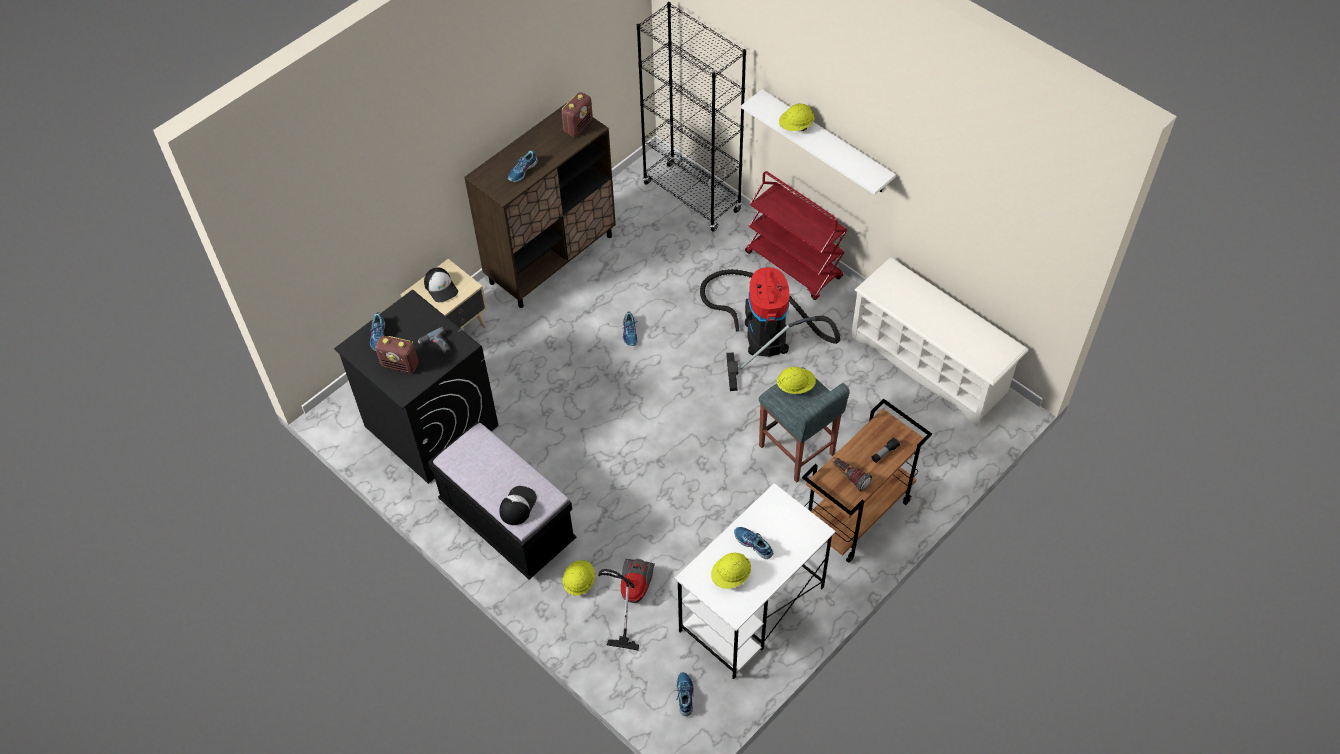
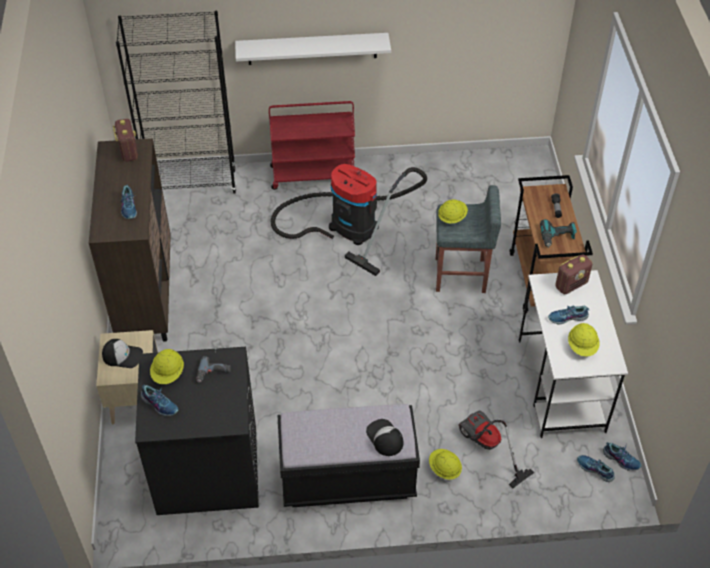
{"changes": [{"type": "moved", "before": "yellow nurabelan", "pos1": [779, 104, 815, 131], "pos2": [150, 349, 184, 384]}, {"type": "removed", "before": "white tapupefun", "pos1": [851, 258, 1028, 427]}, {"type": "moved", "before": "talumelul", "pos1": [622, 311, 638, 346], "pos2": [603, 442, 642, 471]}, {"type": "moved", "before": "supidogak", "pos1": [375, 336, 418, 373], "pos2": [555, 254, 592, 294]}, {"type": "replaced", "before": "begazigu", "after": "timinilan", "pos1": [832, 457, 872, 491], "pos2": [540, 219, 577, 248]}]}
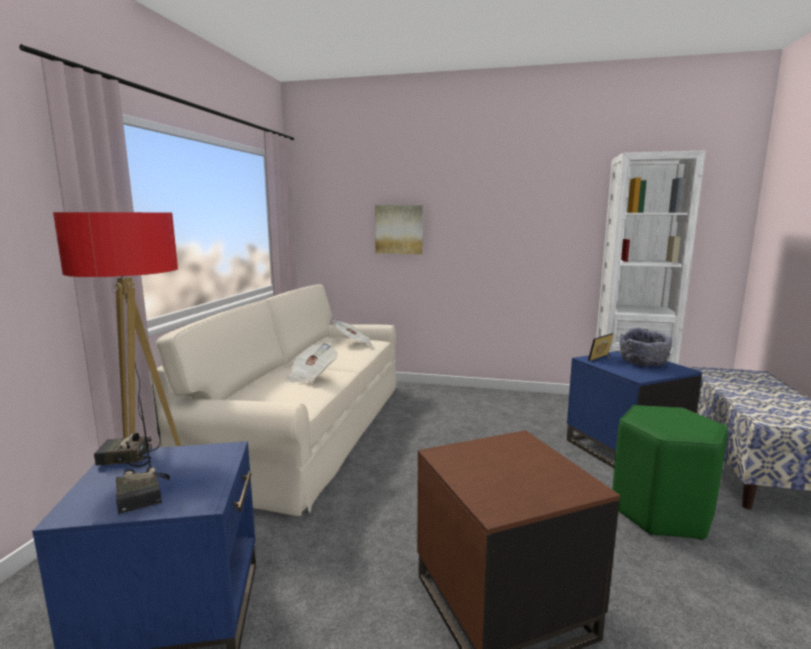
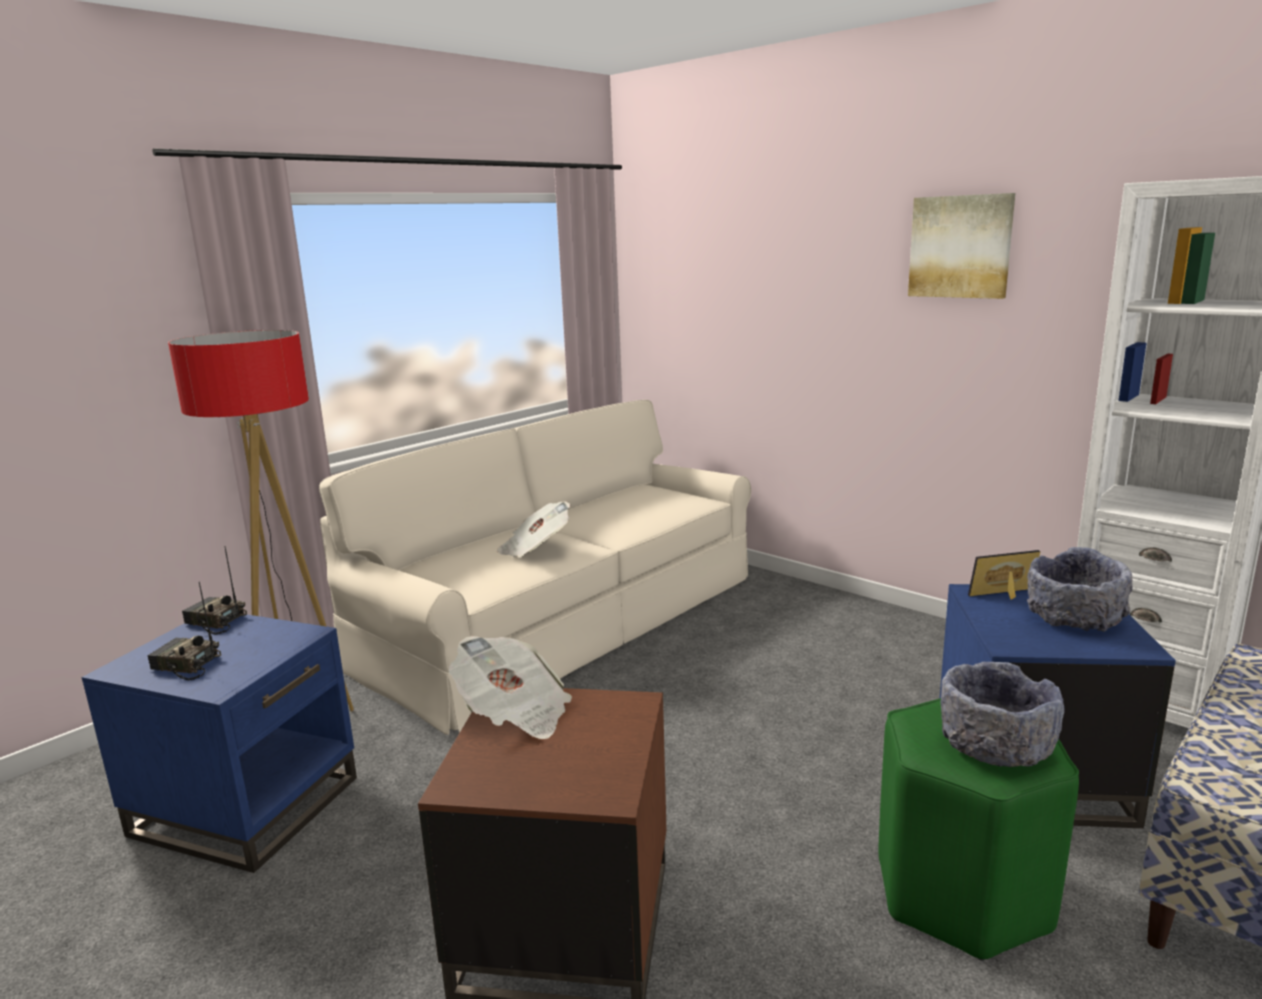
{"changes": [{"type": "moved", "before": "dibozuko", "pos1": [375, 205, 423, 254], "pos2": [908, 193, 1015, 299]}, {"type": "moved", "before": "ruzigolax", "pos1": [333, 320, 372, 345], "pos2": [449, 636, 572, 739]}, {"type": "turned", "before": "supidogak", "pos1": [116, 396, 170, 514], "pos2": [148, 581, 221, 681], "turn": 105}, {"type": "added", "after": "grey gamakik", "pos2": [941, 662, 1065, 767]}]}
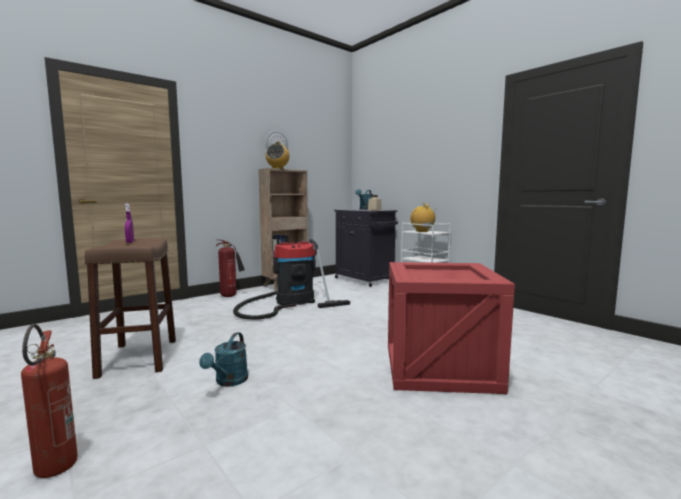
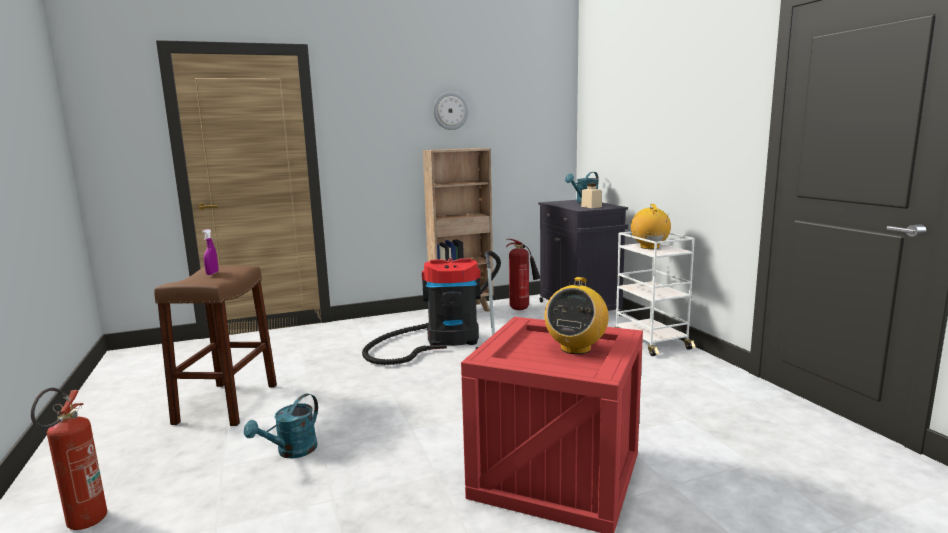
{"changes": [{"type": "moved", "before": "supidogak", "pos1": [266, 141, 289, 169], "pos2": [544, 277, 609, 354]}, {"type": "moved", "before": "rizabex", "pos1": [216, 240, 245, 297], "pos2": [506, 239, 540, 310]}]}
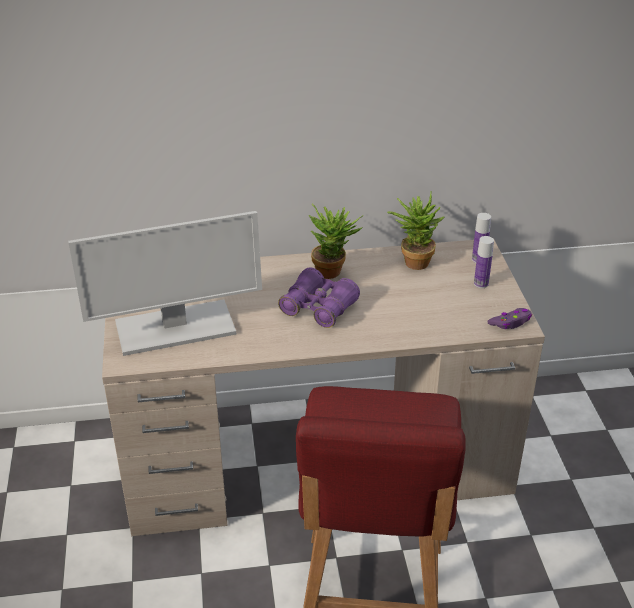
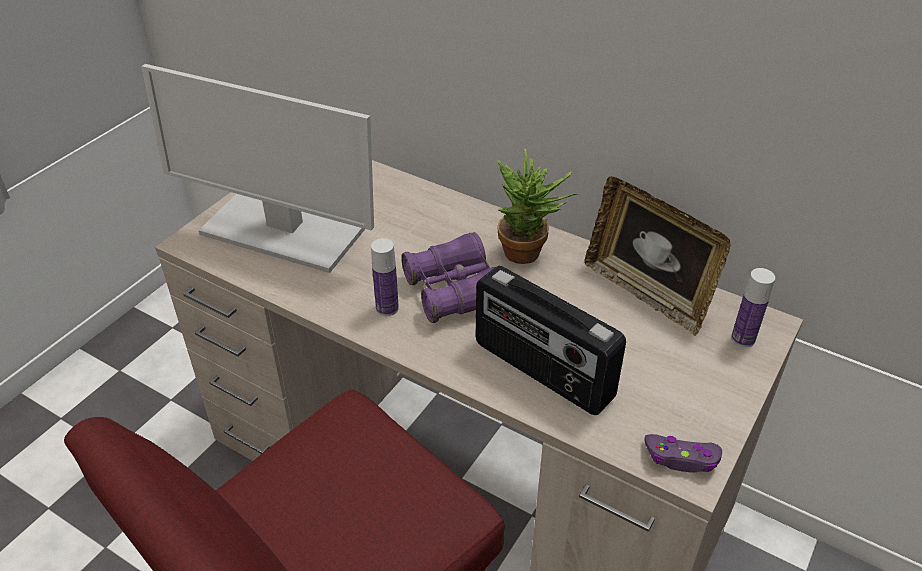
{"changes": [{"type": "replaced", "before": "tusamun", "after": "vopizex", "pos1": [387, 193, 444, 270], "pos2": [585, 177, 730, 336]}, {"type": "moved", "before": "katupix", "pos1": [474, 236, 494, 288], "pos2": [371, 238, 399, 316]}, {"type": "added", "after": "supidogak", "pos2": [476, 266, 626, 415]}]}
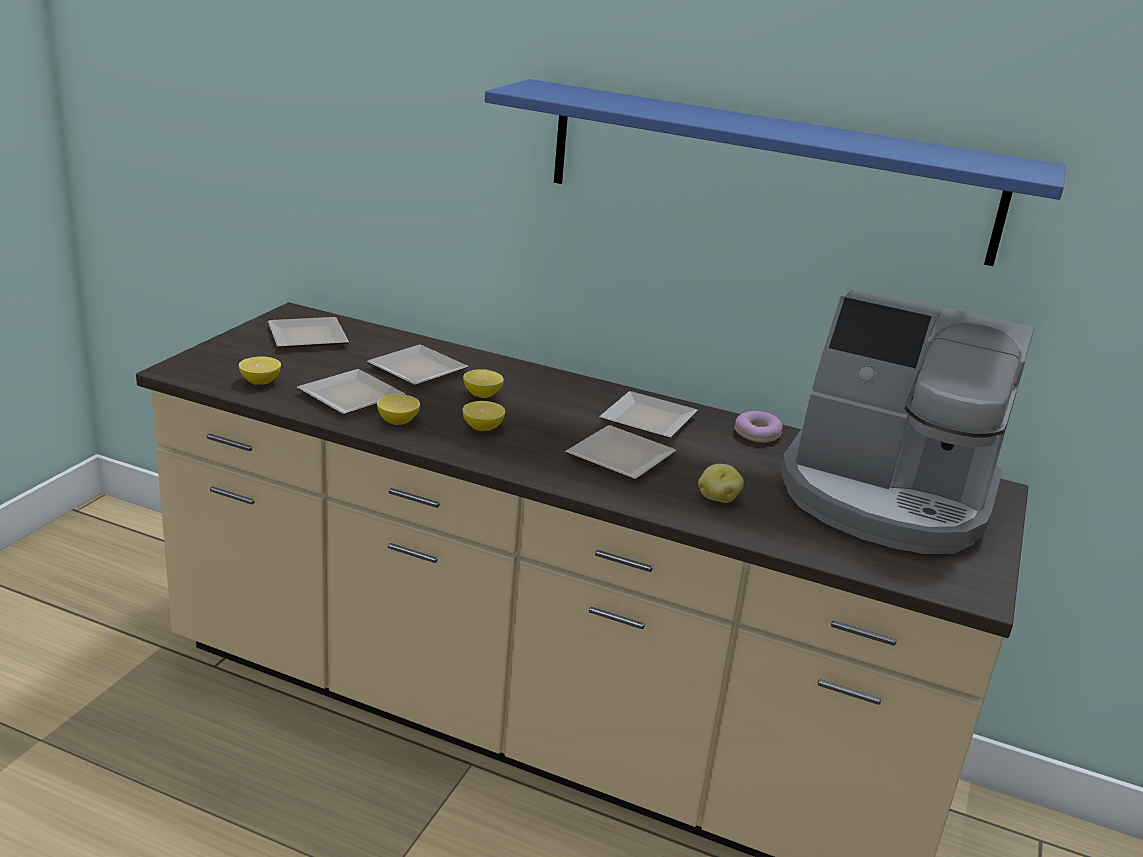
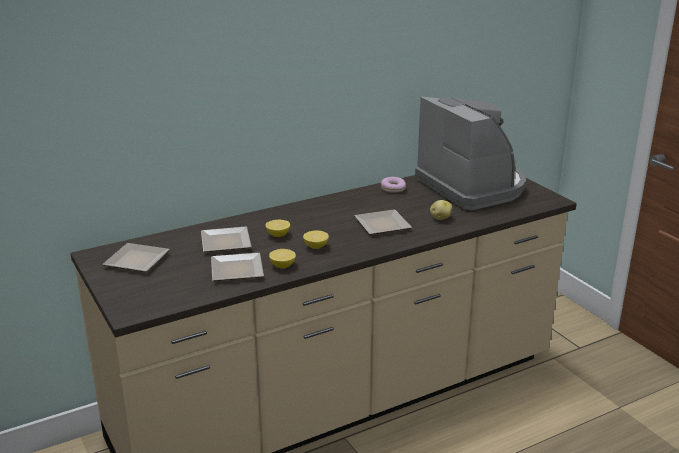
{"changes": [{"type": "removed", "before": "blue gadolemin", "pos1": [485, 79, 1066, 266]}, {"type": "turned", "before": "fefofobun", "pos1": [781, 288, 1035, 554], "pos2": [415, 97, 526, 210], "turn": -90}, {"type": "removed", "before": "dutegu", "pos1": [239, 356, 281, 385]}, {"type": "removed", "before": "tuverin", "pos1": [599, 391, 697, 438]}]}
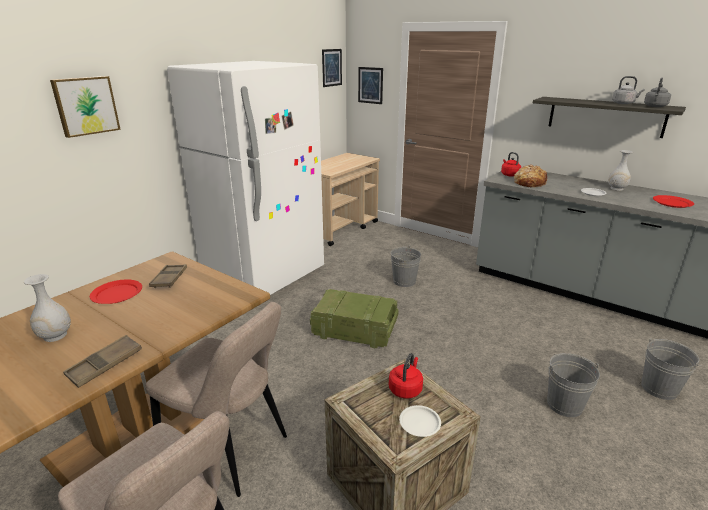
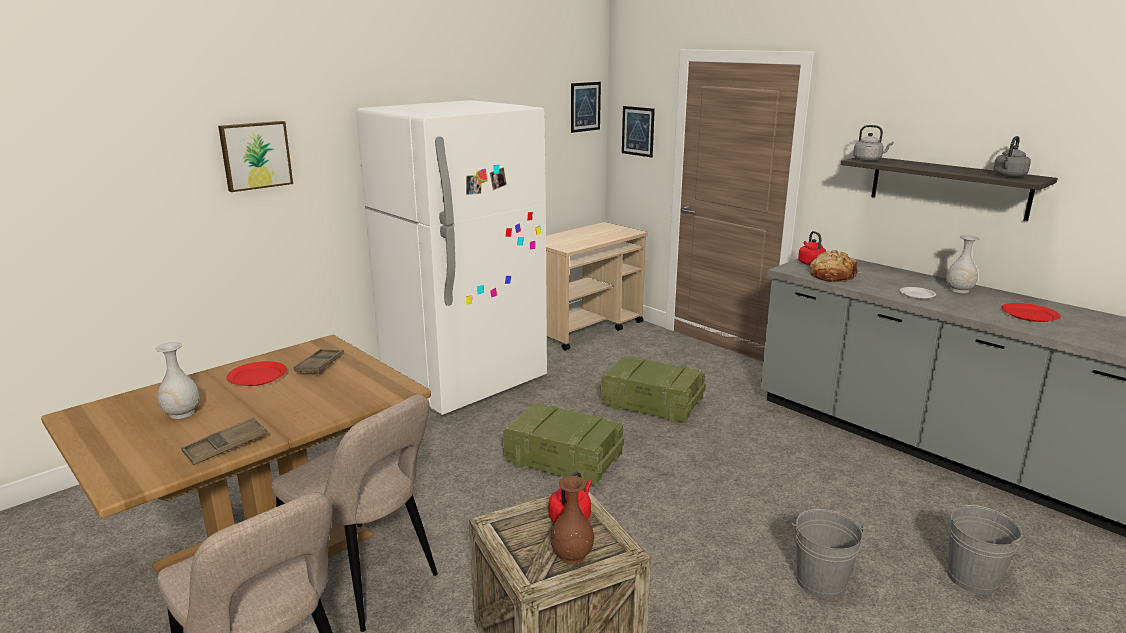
{"changes": [{"type": "moved", "before": "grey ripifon", "pos1": [612, 76, 645, 104], "pos2": [853, 125, 894, 161]}, {"type": "replaced", "before": "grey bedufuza", "after": "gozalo", "pos1": [391, 245, 421, 287], "pos2": [600, 356, 706, 423]}, {"type": "replaced", "before": "white tuverin", "after": "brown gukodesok", "pos1": [399, 405, 441, 437], "pos2": [550, 476, 594, 565]}]}
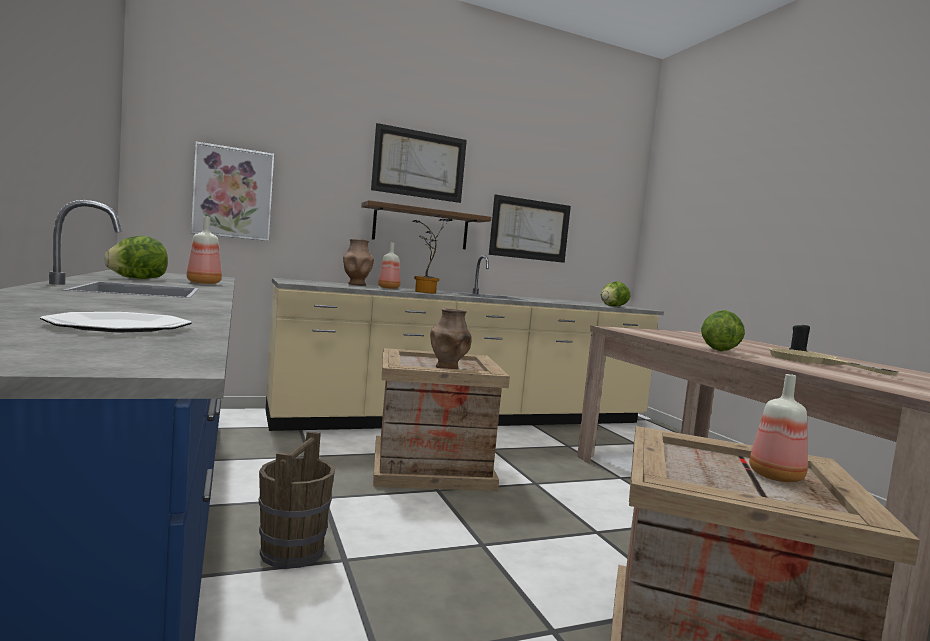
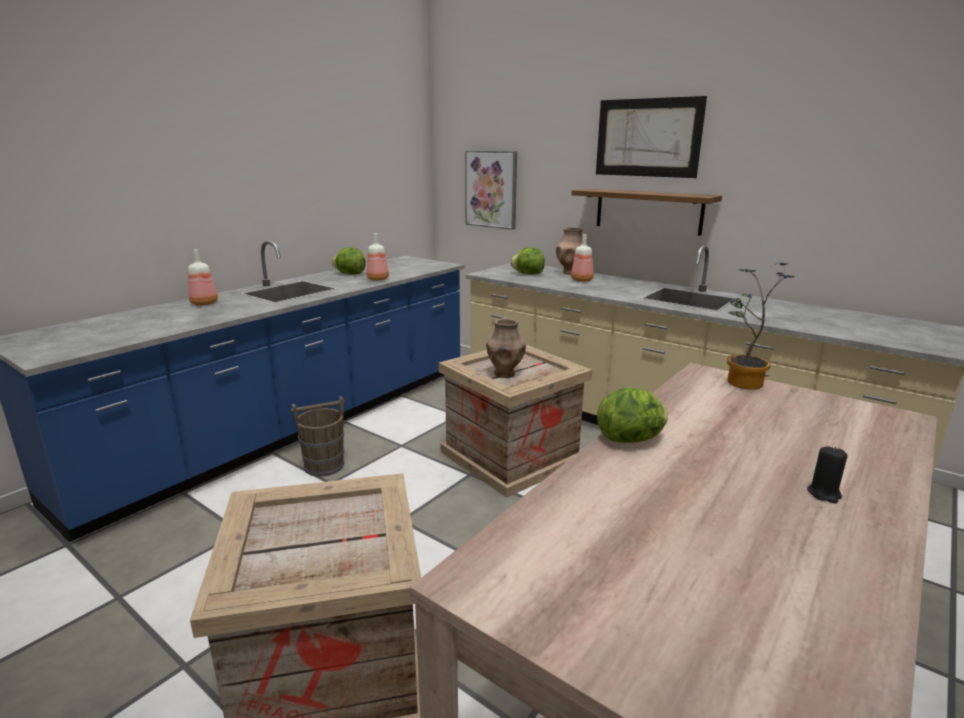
{"changes": [{"type": "removed", "before": "dibozuko", "pos1": [489, 195, 571, 263]}, {"type": "moved", "before": "tusamun", "pos1": [411, 215, 453, 293], "pos2": [727, 262, 795, 390]}, {"type": "moved", "before": "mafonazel", "pos1": [601, 281, 630, 307], "pos2": [510, 247, 545, 274]}, {"type": "removed", "before": "tuverin", "pos1": [40, 312, 192, 332]}, {"type": "removed", "before": "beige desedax", "pos1": [769, 348, 898, 376]}, {"type": "moved", "before": "katupix", "pos1": [749, 374, 808, 483], "pos2": [188, 249, 218, 306]}]}
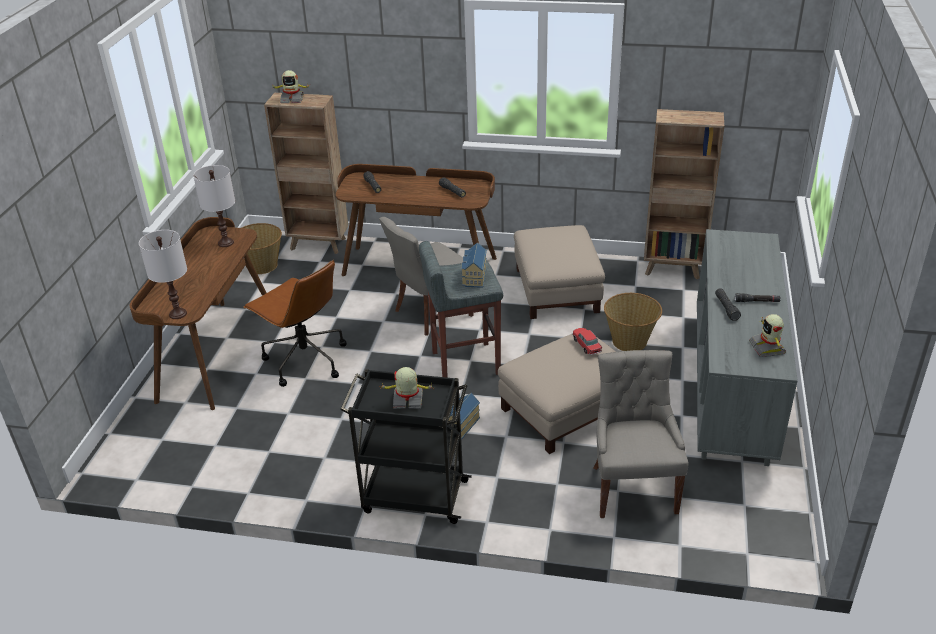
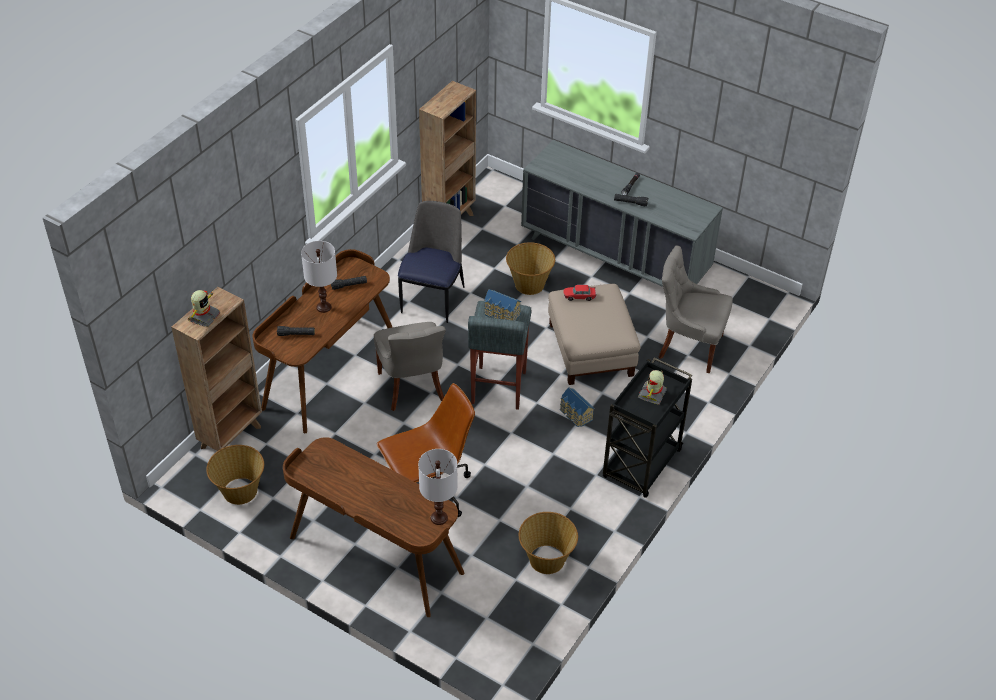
{"changes": [{"type": "moved", "before": "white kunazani", "pos1": [193, 165, 235, 247], "pos2": [301, 241, 337, 313]}, {"type": "replaced", "before": "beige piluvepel", "after": "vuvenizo", "pos1": [514, 225, 605, 319], "pos2": [398, 201, 464, 323]}, {"type": "removed", "before": "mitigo", "pos1": [749, 314, 786, 357]}, {"type": "added", "after": "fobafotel", "pos2": [519, 512, 578, 574]}]}
